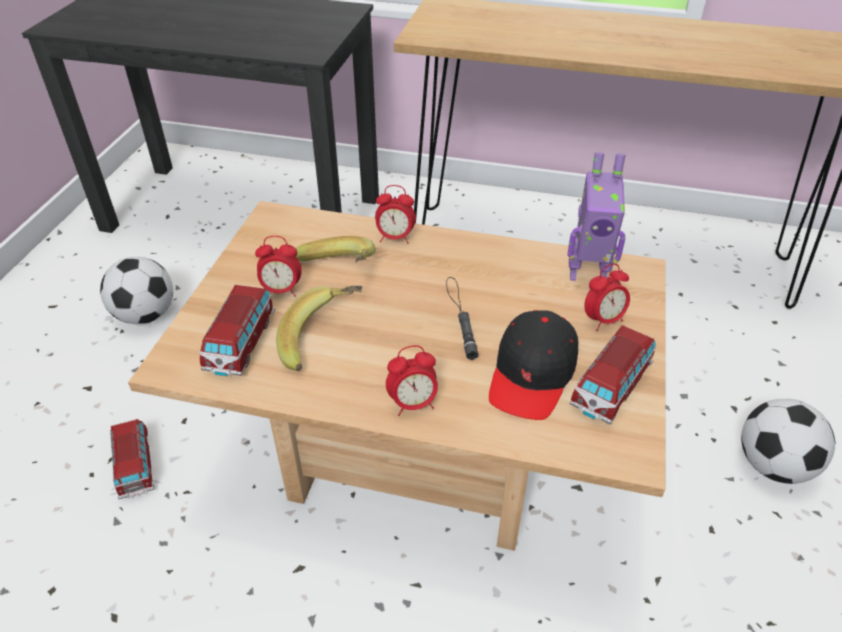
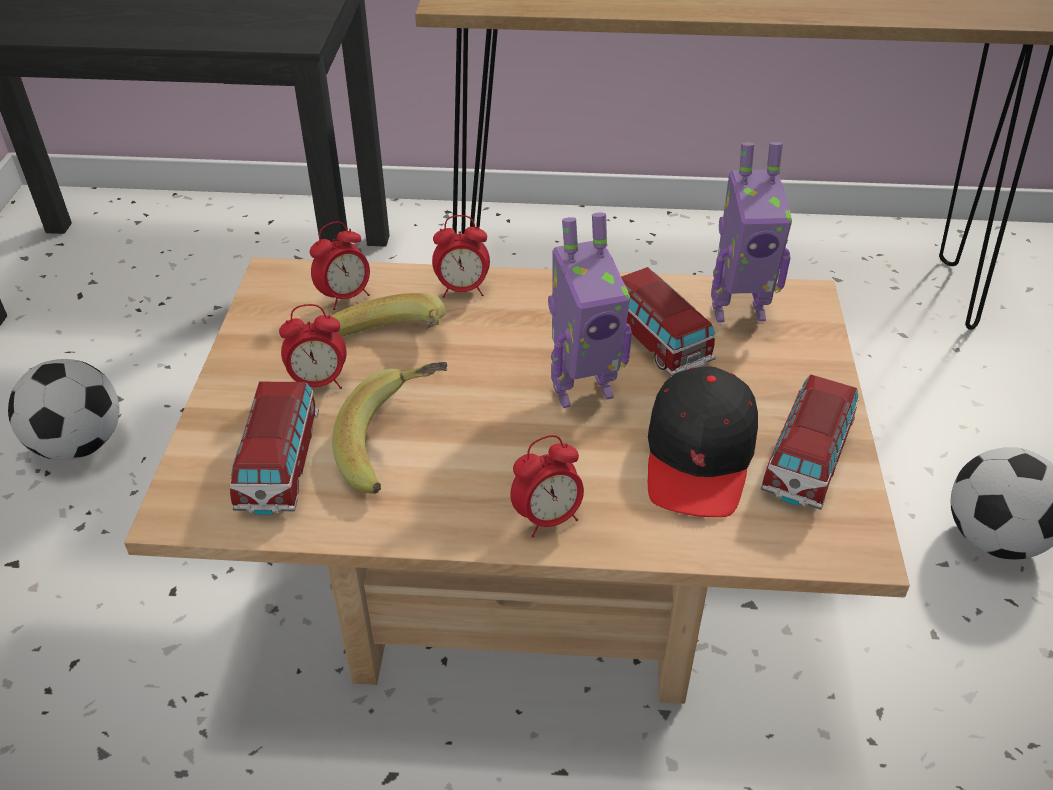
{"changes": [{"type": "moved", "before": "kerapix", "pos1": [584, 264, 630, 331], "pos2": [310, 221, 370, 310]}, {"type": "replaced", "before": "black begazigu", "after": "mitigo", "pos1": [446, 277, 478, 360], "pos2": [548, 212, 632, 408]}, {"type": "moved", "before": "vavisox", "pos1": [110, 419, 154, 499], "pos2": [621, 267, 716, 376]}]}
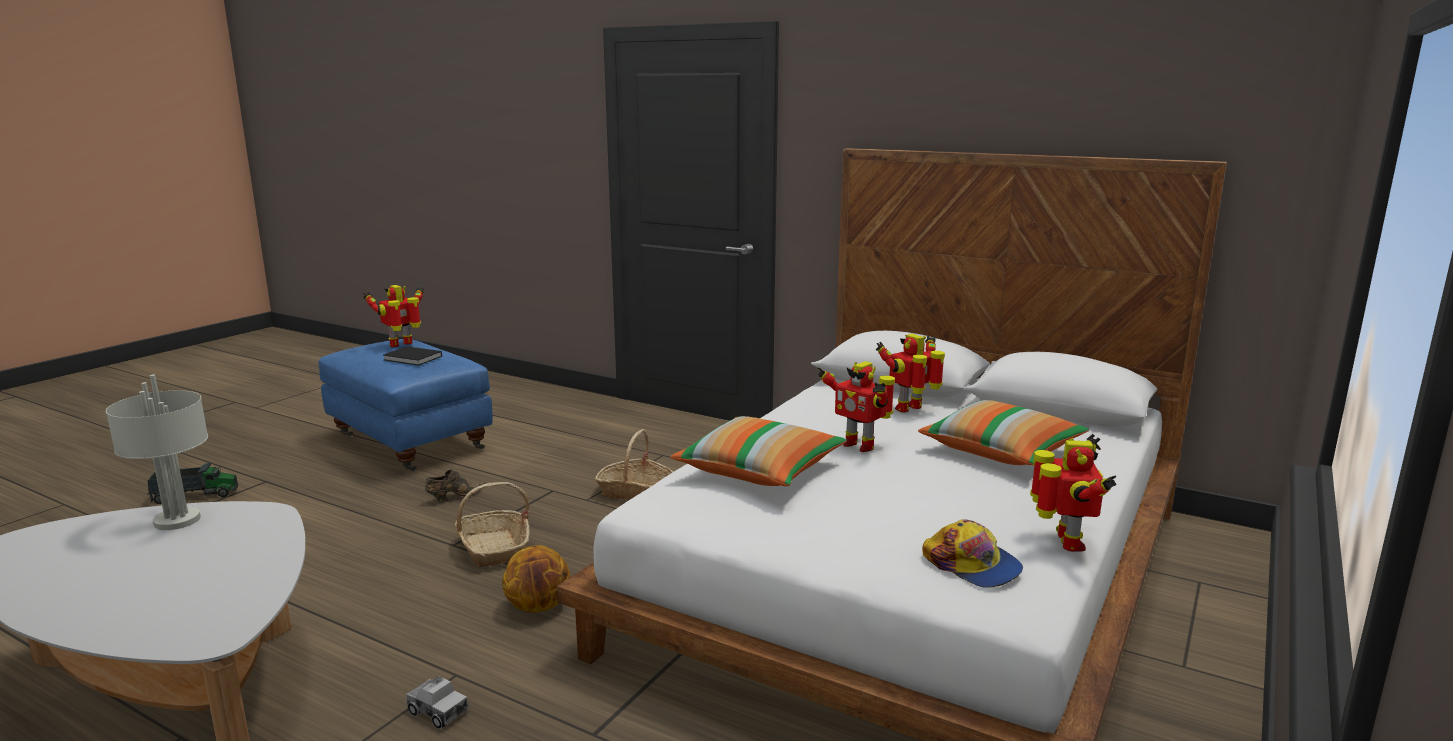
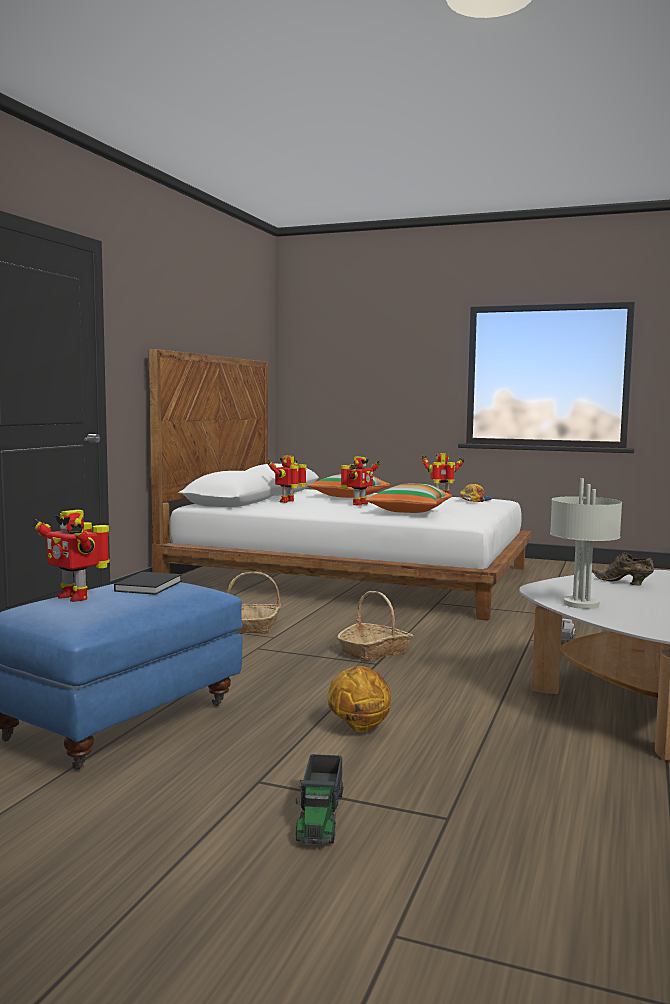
{"changes": [{"type": "turned", "before": "mitigo", "pos1": [876, 334, 945, 412], "pos2": [268, 456, 307, 503], "turn": 75}, {"type": "turned", "before": "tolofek", "pos1": [148, 463, 238, 504], "pos2": [295, 754, 343, 844], "turn": -150}, {"type": "moved", "before": "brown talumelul", "pos1": [425, 469, 484, 503], "pos2": [592, 552, 654, 586]}, {"type": "moved", "before": "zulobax", "pos1": [502, 545, 570, 613], "pos2": [328, 666, 391, 732]}]}
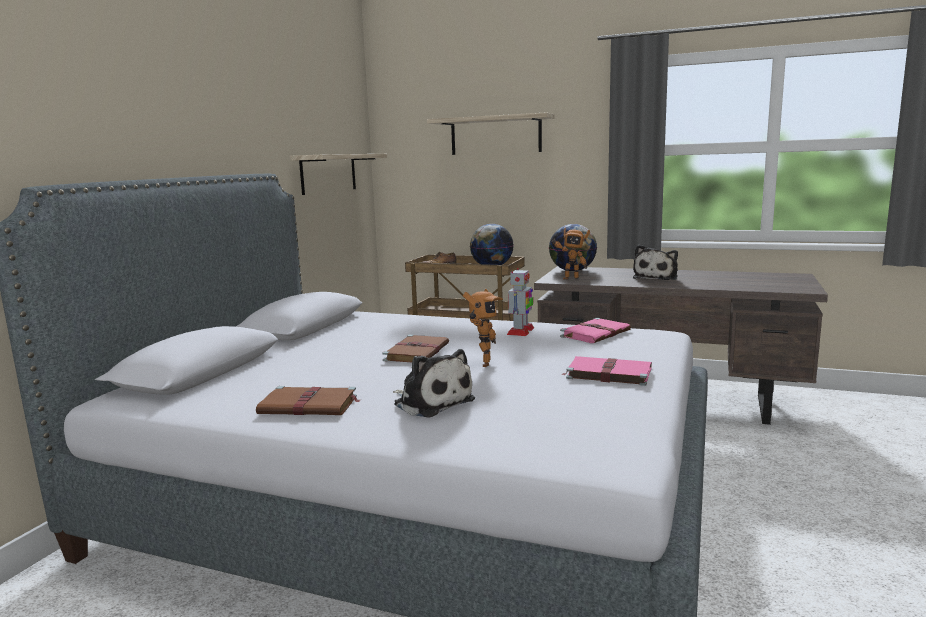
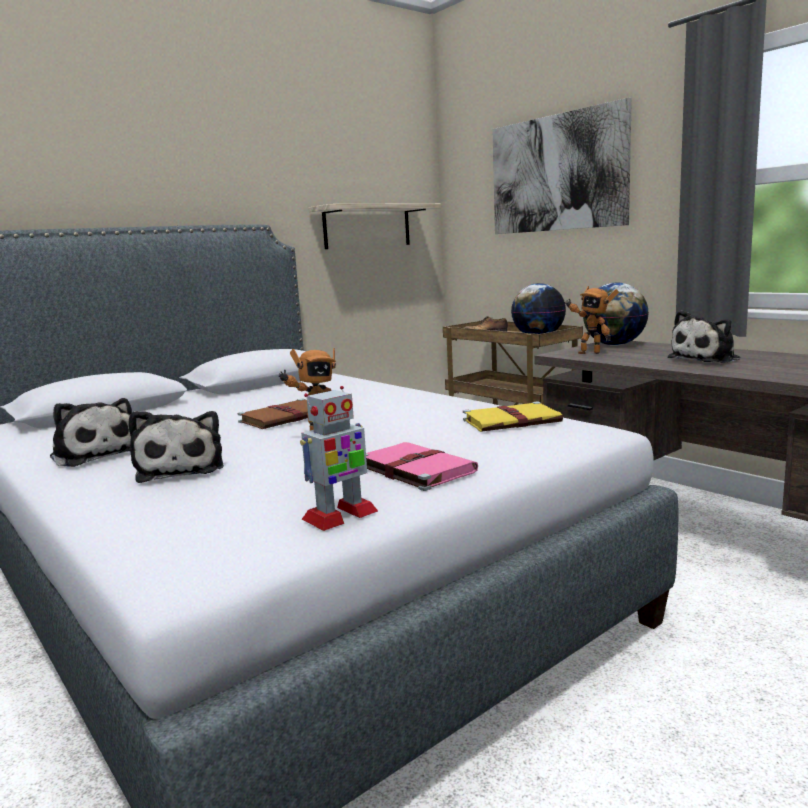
{"changes": [{"type": "replaced", "before": "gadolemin", "after": "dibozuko", "pos1": [427, 112, 555, 155], "pos2": [492, 98, 632, 234]}, {"type": "moved", "before": "mitigo", "pos1": [507, 268, 534, 336], "pos2": [300, 386, 378, 531]}, {"type": "recoloured", "before": "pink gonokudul", "after": "yellow gonokudul", "pos1": [560, 318, 631, 343], "pos2": [463, 402, 563, 432]}, {"type": "replaced", "before": "brown gonokudul", "after": "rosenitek", "pos1": [256, 386, 360, 415], "pos2": [50, 398, 132, 467]}]}
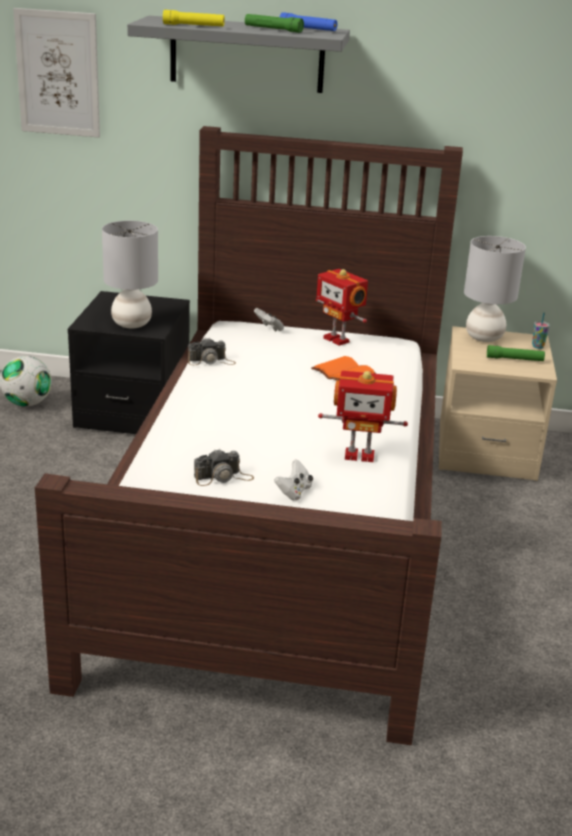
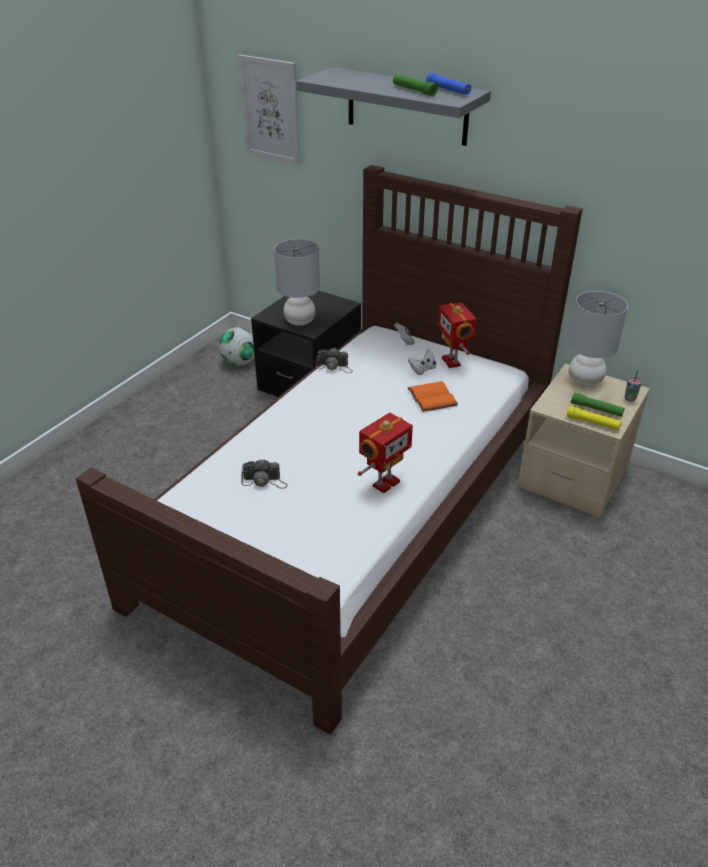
{"changes": [{"type": "moved", "before": "yellow begazigu", "pos1": [163, 10, 225, 26], "pos2": [567, 406, 622, 430]}, {"type": "turned", "before": "mitigo", "pos1": [318, 371, 408, 462], "pos2": [358, 413, 413, 493], "turn": -75}, {"type": "moved", "before": "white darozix", "pos1": [274, 459, 313, 500], "pos2": [408, 349, 436, 375]}]}
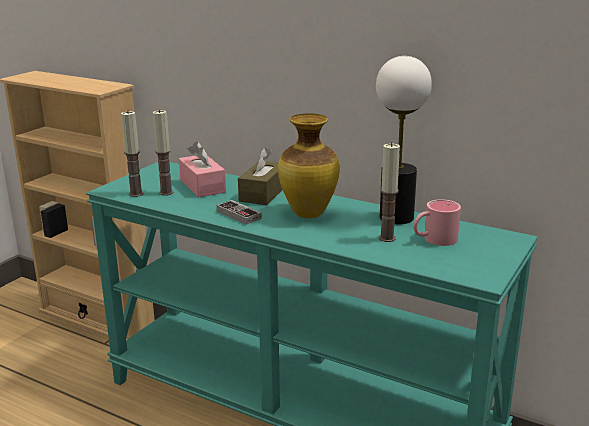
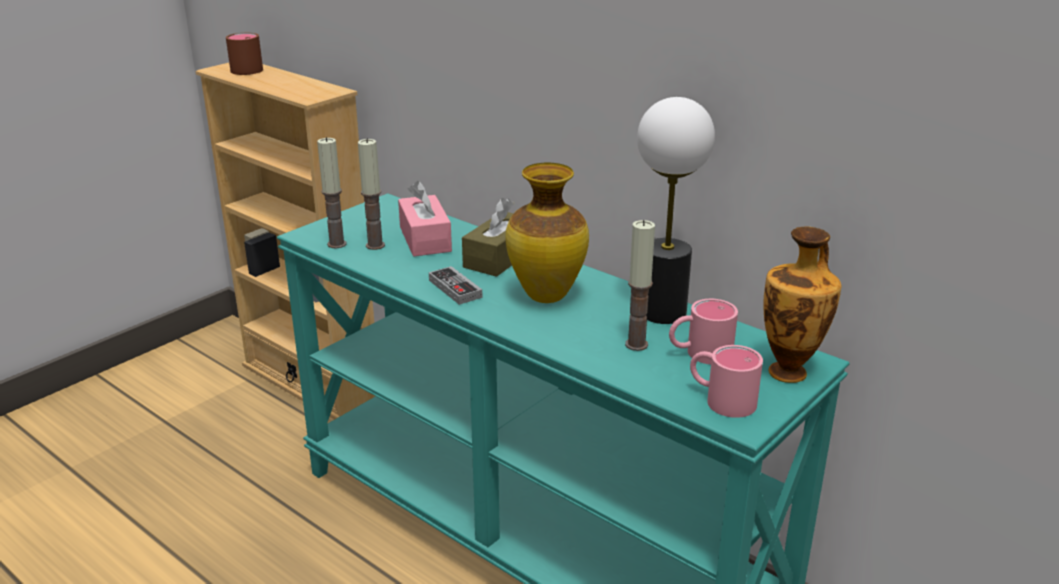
{"changes": [{"type": "added", "after": "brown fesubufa", "pos2": [226, 33, 263, 75]}, {"type": "added", "after": "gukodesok", "pos2": [763, 226, 841, 383]}, {"type": "added", "after": "pink fesubufa", "pos2": [690, 345, 763, 418]}]}
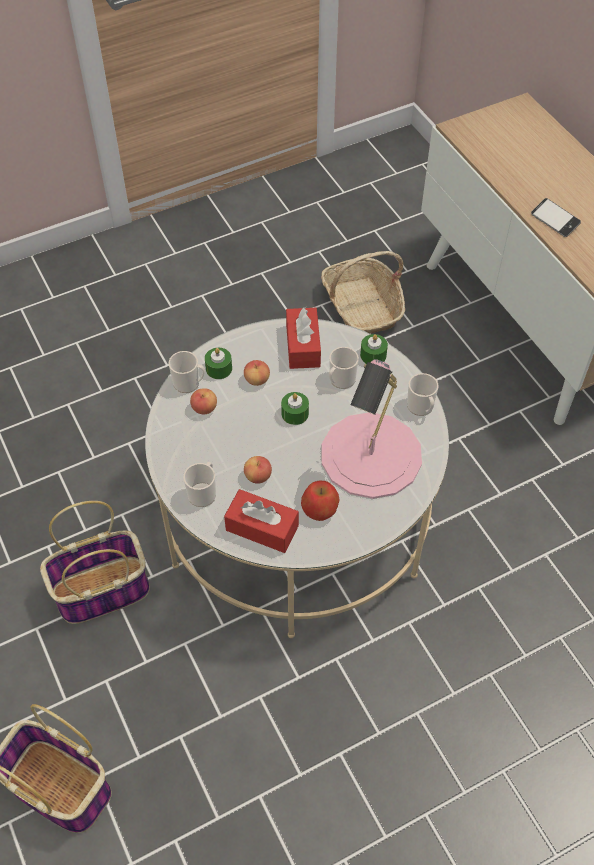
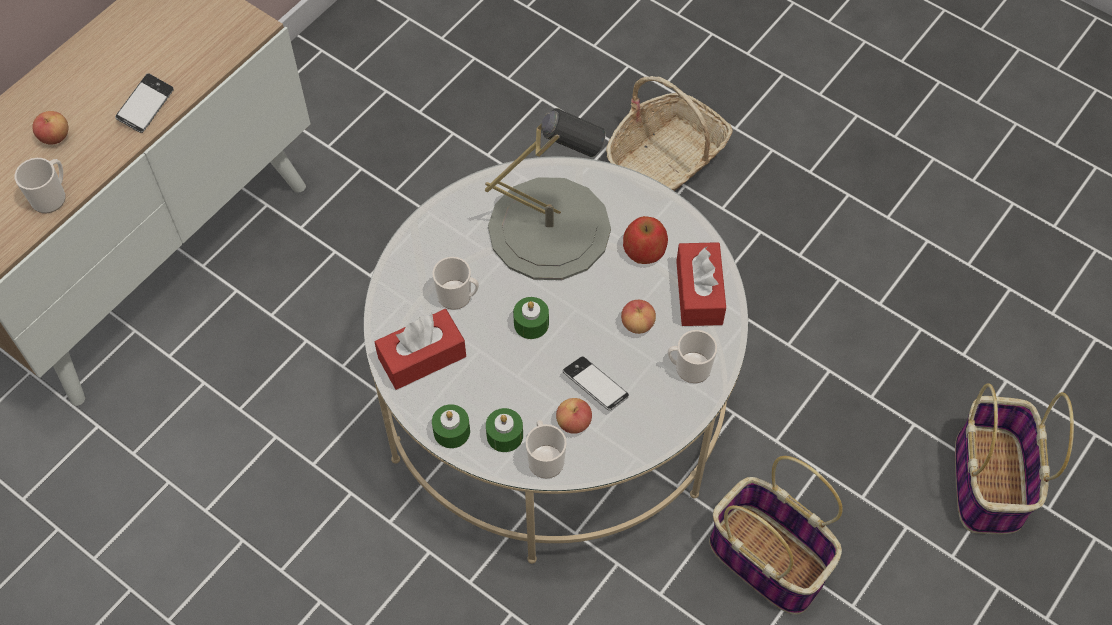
{"changes": [{"type": "moved", "before": "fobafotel", "pos1": [321, 251, 405, 333], "pos2": [606, 76, 733, 191]}, {"type": "moved", "before": "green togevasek", "pos1": [360, 334, 388, 364], "pos2": [432, 404, 470, 448]}, {"type": "recoloured", "before": "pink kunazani", "after": "grey kunazani", "pos1": [322, 359, 422, 499], "pos2": [485, 108, 611, 280]}, {"type": "moved", "before": "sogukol", "pos1": [244, 360, 270, 386], "pos2": [32, 111, 68, 145]}, {"type": "moved", "before": "fesubufa", "pos1": [407, 373, 439, 416], "pos2": [15, 158, 66, 213]}, {"type": "added", "after": "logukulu", "pos2": [563, 356, 629, 411]}]}
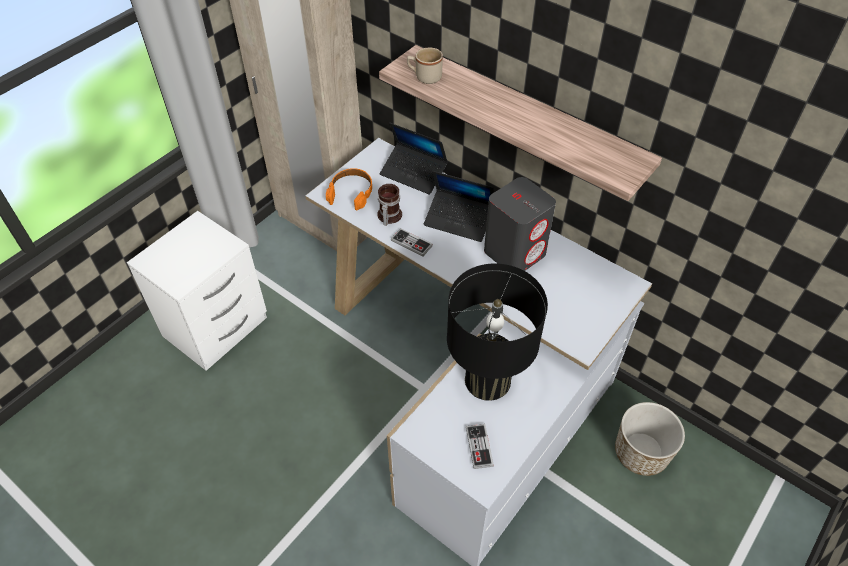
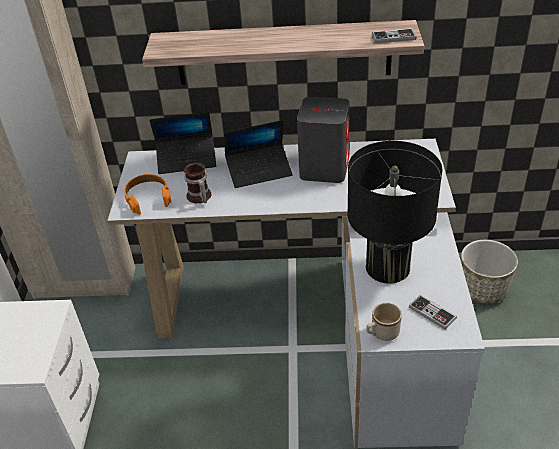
{"changes": [{"type": "moved", "before": "beige fesubufa", "pos1": [407, 48, 443, 84], "pos2": [366, 303, 402, 341]}, {"type": "moved", "before": "darozix", "pos1": [391, 228, 433, 257], "pos2": [372, 28, 416, 43]}]}
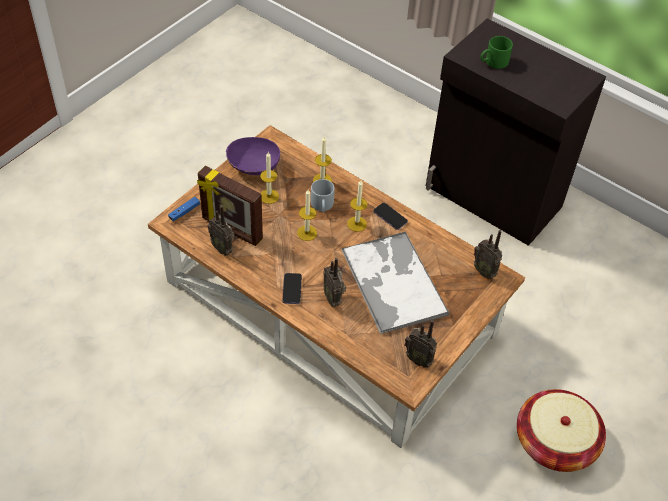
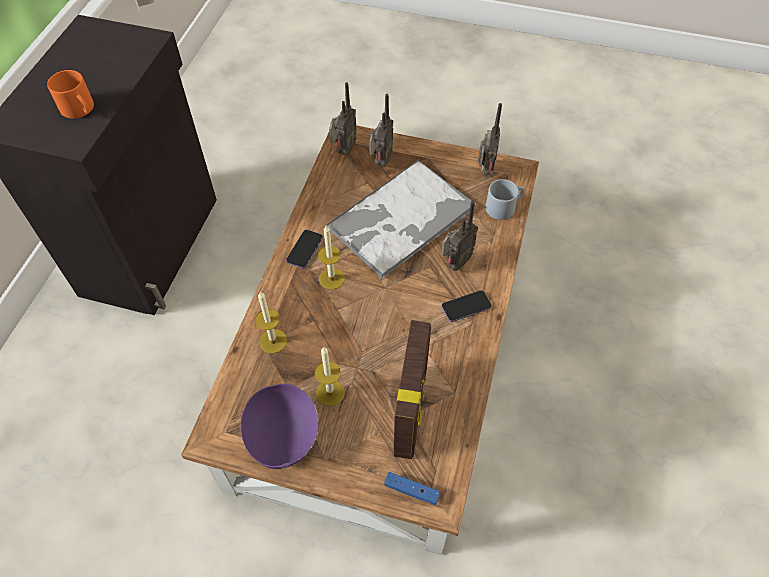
{"changes": [{"type": "recoloured", "before": "green fesubufa", "after": "orange fesubufa", "pos1": [480, 36, 513, 69], "pos2": [47, 70, 94, 119]}, {"type": "moved", "before": "grey fesubufa", "pos1": [311, 179, 335, 212], "pos2": [486, 179, 525, 220]}, {"type": "removed", "before": "togevasek", "pos1": [297, 189, 317, 241]}, {"type": "moved", "before": "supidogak", "pos1": [208, 205, 234, 255], "pos2": [369, 94, 393, 167]}, {"type": "removed", "before": "fobafotel", "pos1": [517, 389, 606, 472]}]}
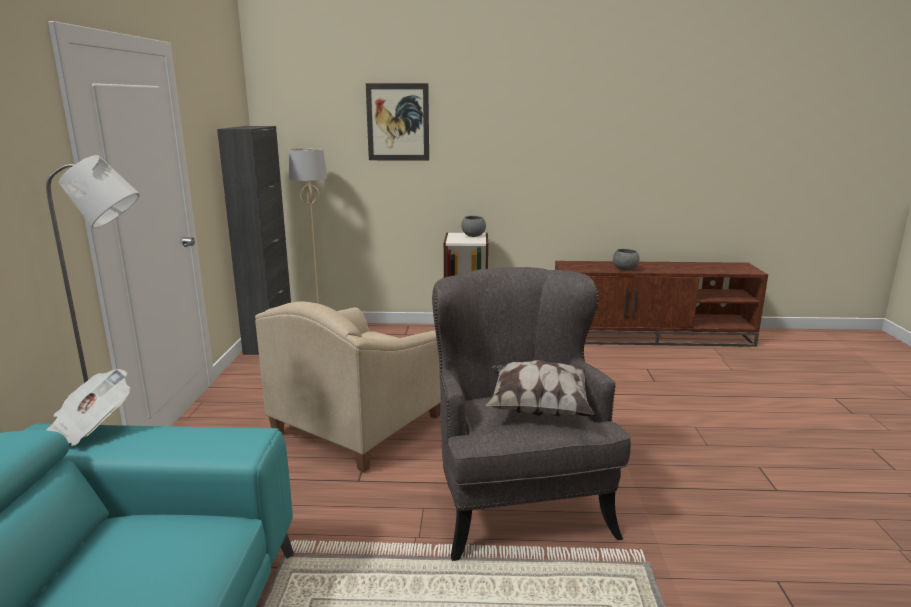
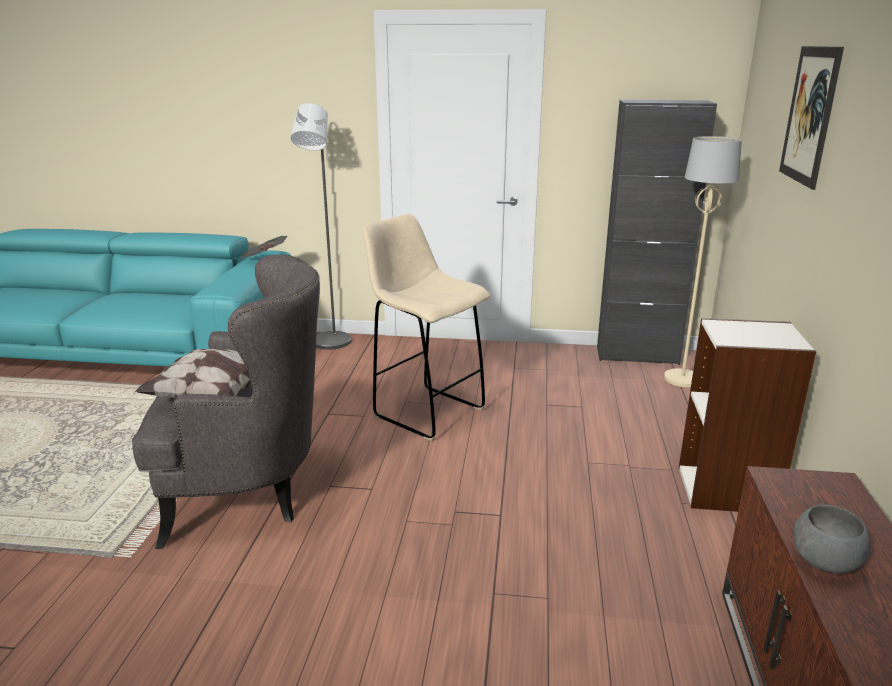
{"changes": [{"type": "removed", "before": "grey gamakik", "pos1": [461, 216, 486, 237]}, {"type": "replaced", "before": "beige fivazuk", "after": "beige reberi", "pos1": [255, 301, 441, 472], "pos2": [363, 214, 490, 441]}]}
